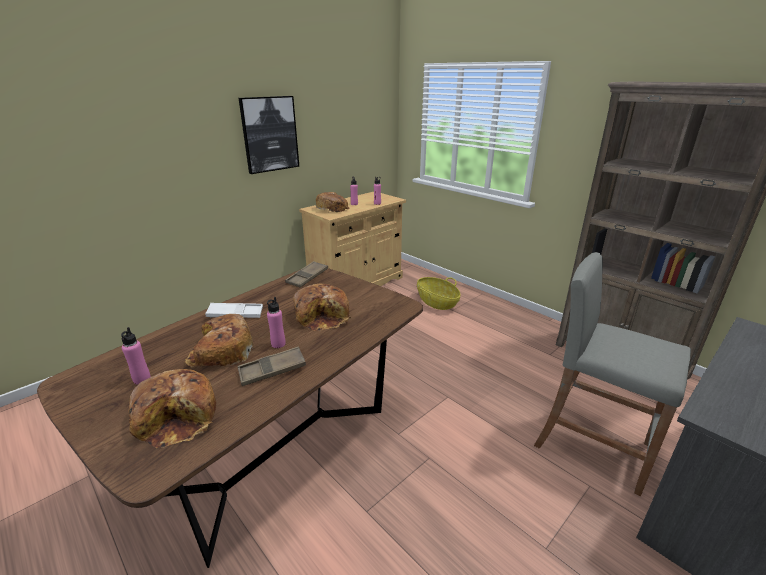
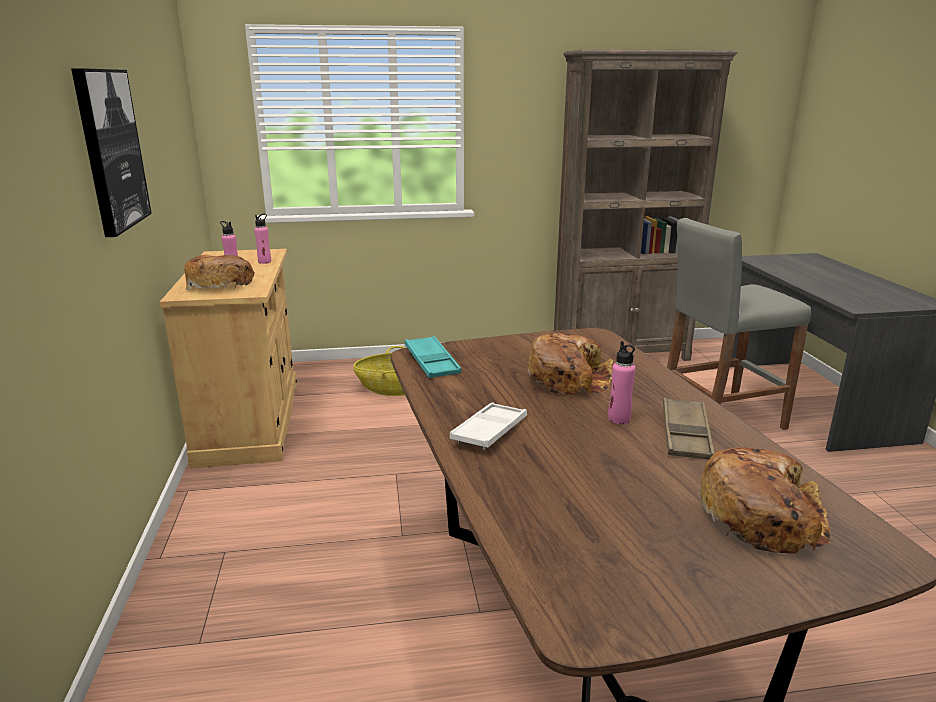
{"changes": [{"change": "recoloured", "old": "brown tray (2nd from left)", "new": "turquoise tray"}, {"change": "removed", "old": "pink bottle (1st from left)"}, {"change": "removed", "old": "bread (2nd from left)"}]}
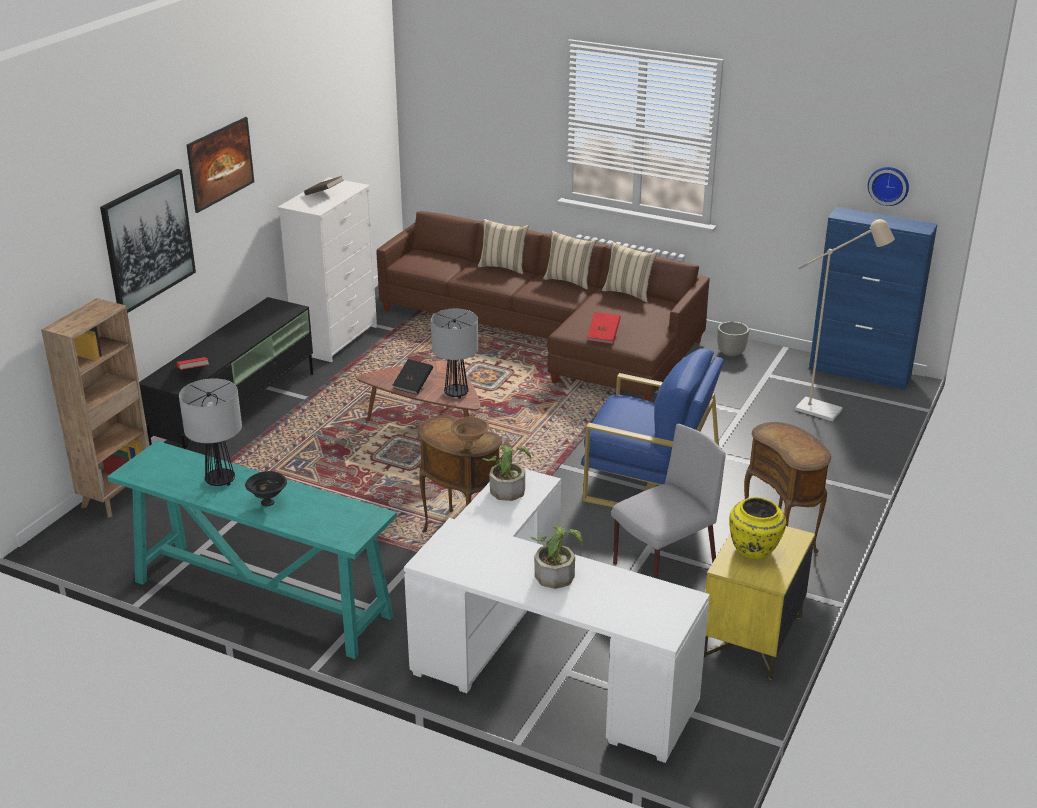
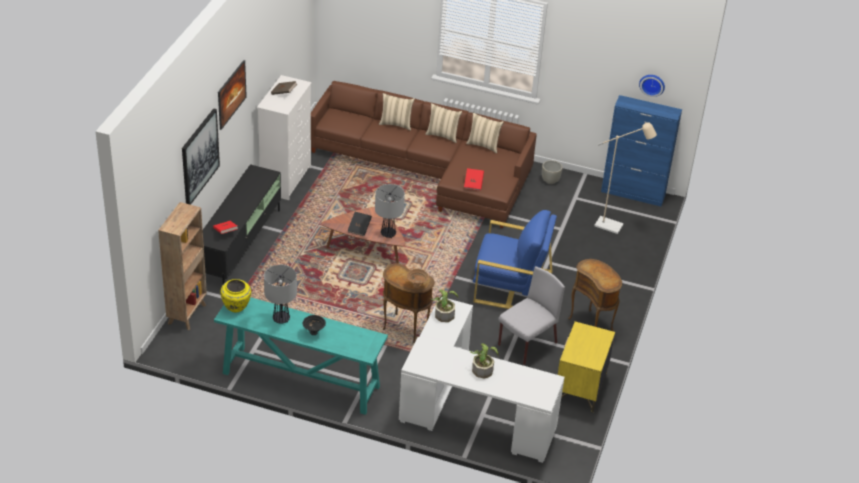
{"changes": [{"change": "moved", "old": "yellow vase"}]}
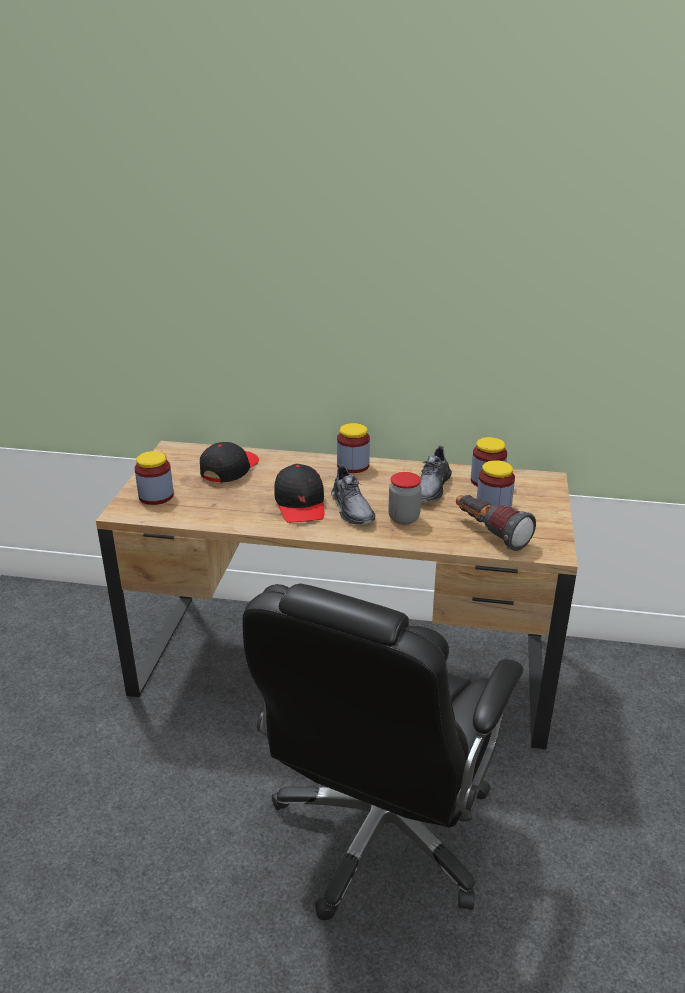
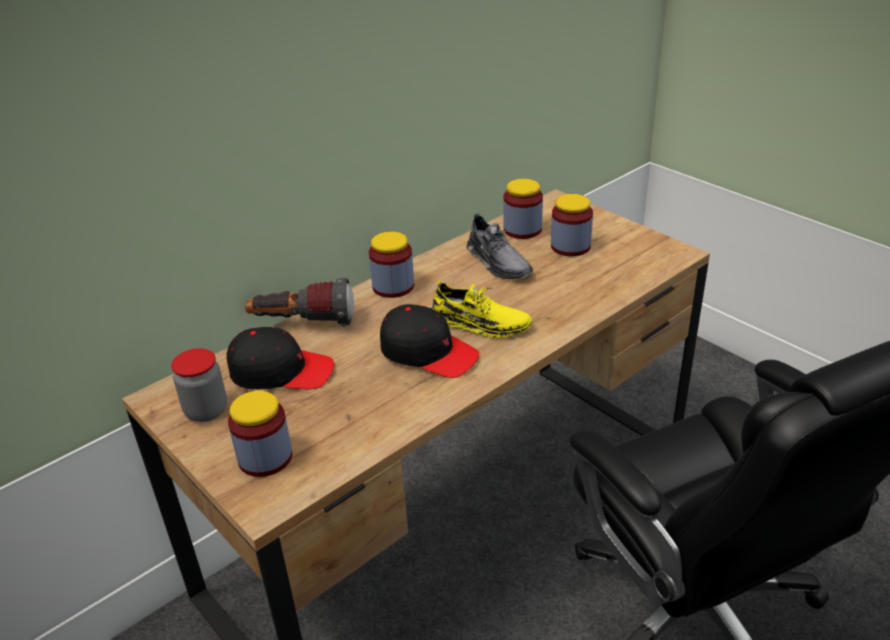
{"changes": [{"change": "moved", "old": "jar (3rd from left in the first image)", "new": "jar (1st from left)"}, {"change": "turned", "old": "black cap (1st from left)", "degrees": 120}, {"change": "moved", "old": "flashlight"}, {"change": "recoloured", "old": "grey shoe (1st from left)", "new": "yellow shoe"}]}
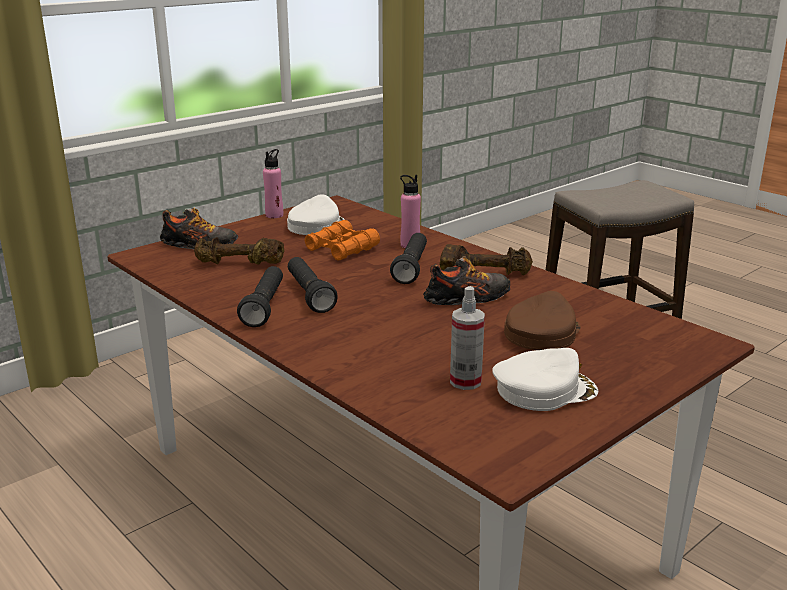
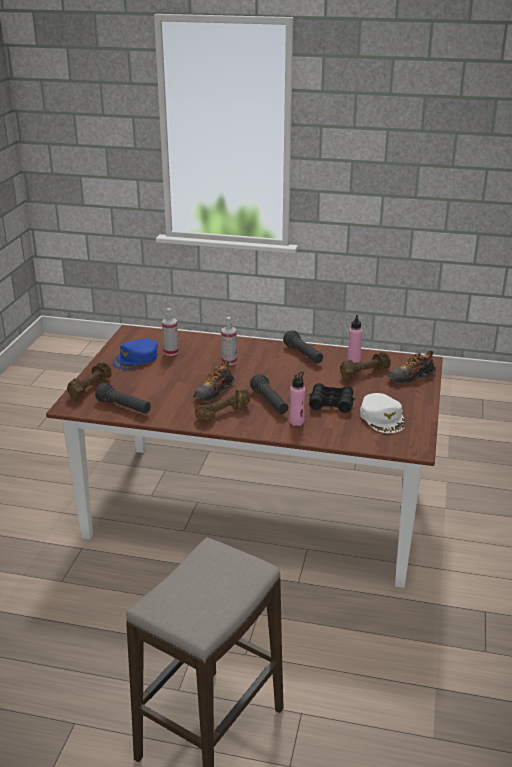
{"changes": [{"change": "added", "new": "brown dumbbell (1st from left)"}, {"change": "moved", "old": "black flashlight (2nd from left in the first image)", "new": "black flashlight (1st from left)"}, {"change": "recoloured", "old": "white cap (2nd from left)", "new": "blue cap"}, {"change": "added", "new": "spray bottle (2nd from left)"}, {"change": "recoloured", "old": "orange binoculars", "new": "black binoculars"}, {"change": "moved", "old": "pink bottle (1st from left in the first image)", "new": "pink bottle (2nd from left)"}, {"change": "removed", "old": "brown cap"}]}
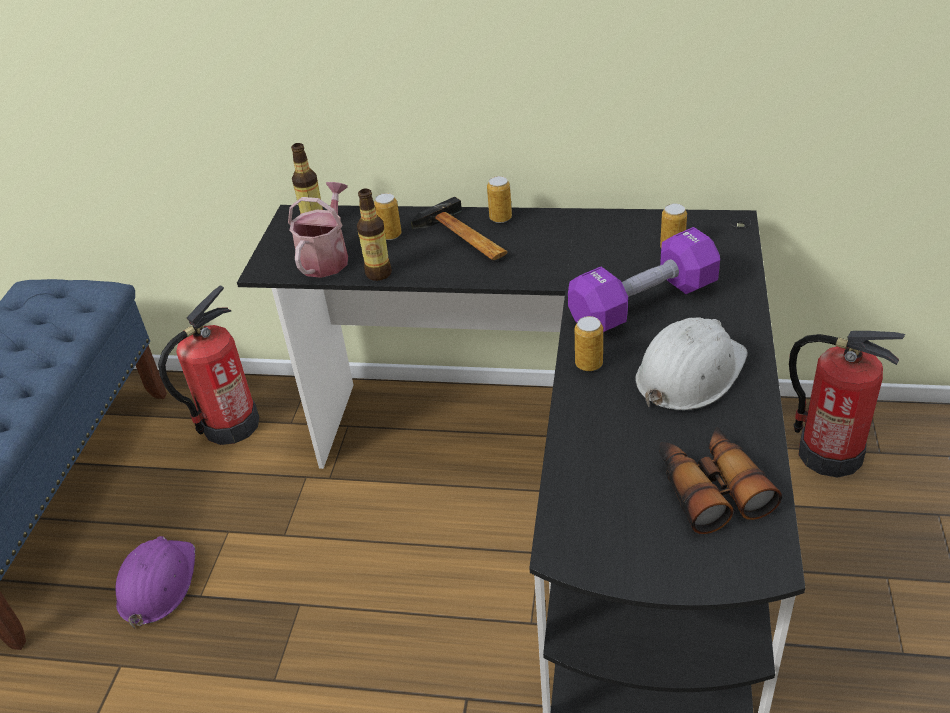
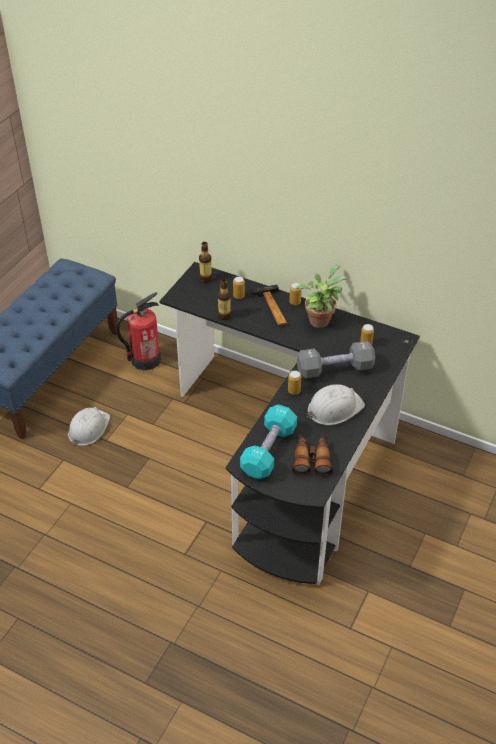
{"changes": [{"change": "recoloured", "old": "purple hard hat", "new": "white hard hat (1st from left)"}, {"change": "added", "new": "turquoise dumbbell"}, {"change": "added", "new": "potted plant"}, {"change": "recoloured", "old": "purple dumbbell", "new": "grey dumbbell"}, {"change": "removed", "old": "watering can"}, {"change": "removed", "old": "fire extinguisher (2nd from left)"}]}
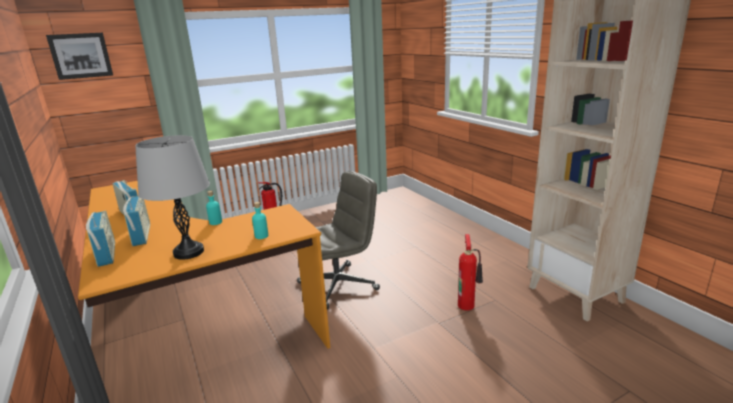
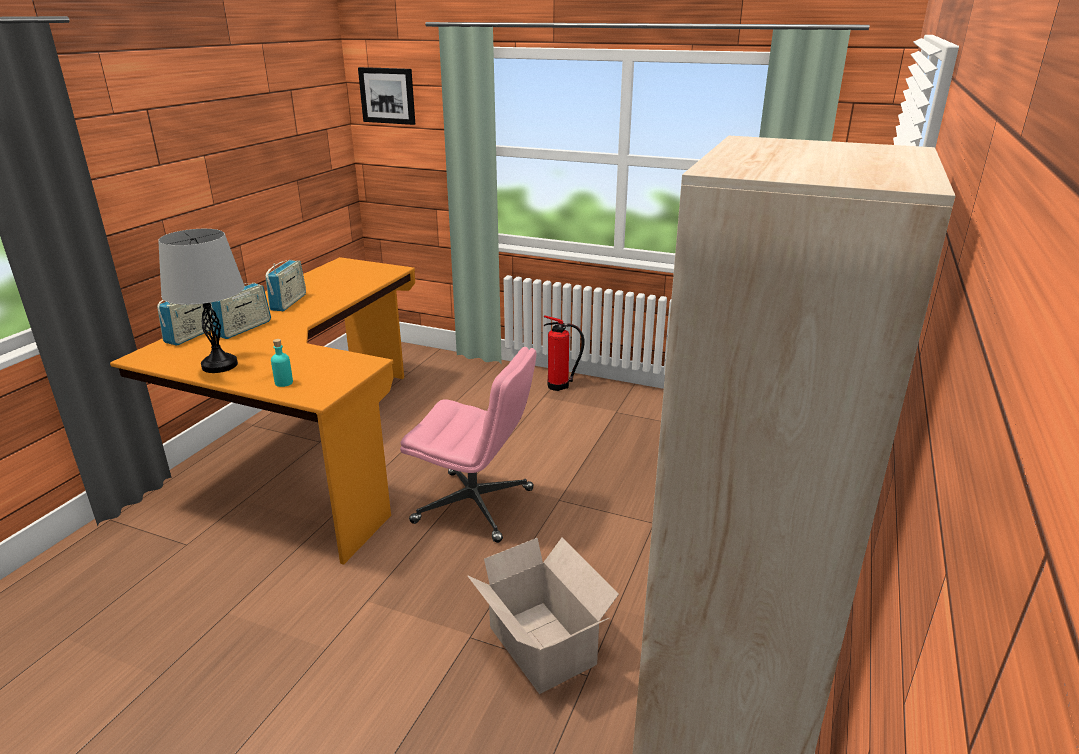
{"changes": [{"change": "recoloured", "old": "grey office chair", "new": "pink office chair"}, {"change": "replaced", "old": "fire extinguisher (2nd from left)", "new": "cardboard box"}, {"change": "removed", "old": "turquoise bottle (1st from left)"}]}
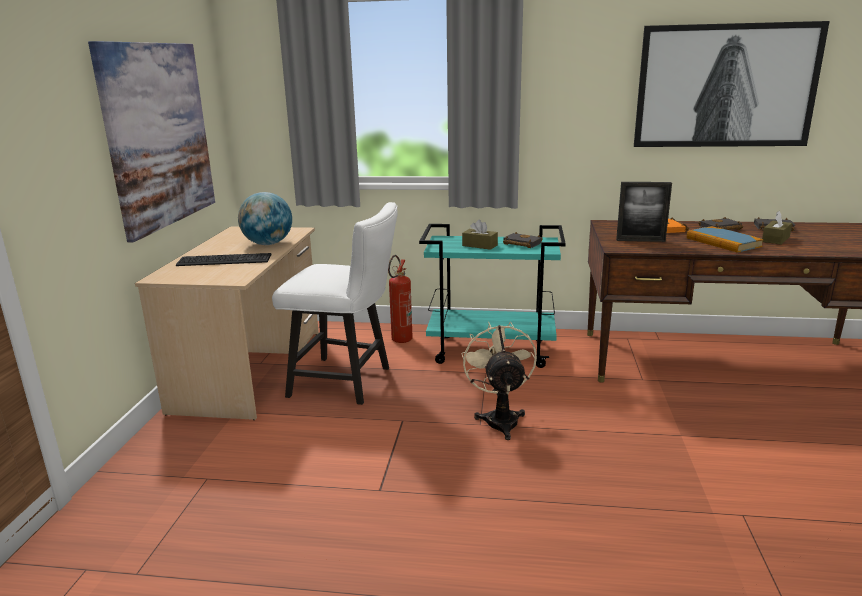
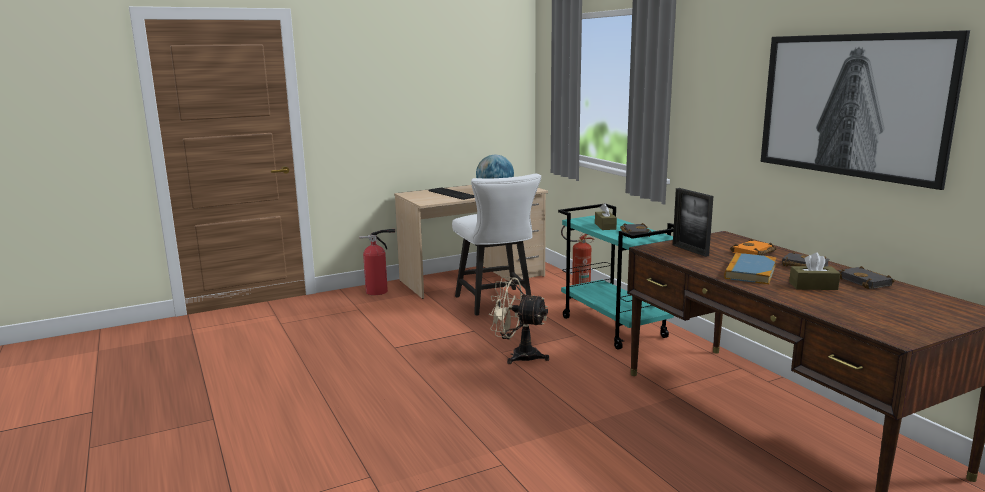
{"changes": [{"change": "added", "new": "fire extinguisher (1st from left)"}, {"change": "turned", "old": "beige fan", "degrees": -120}, {"change": "removed", "old": "picture (1st from left)"}]}
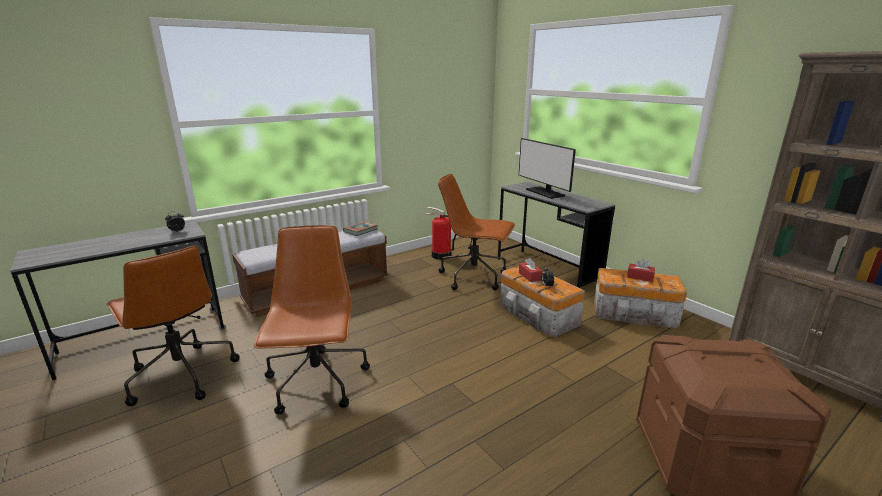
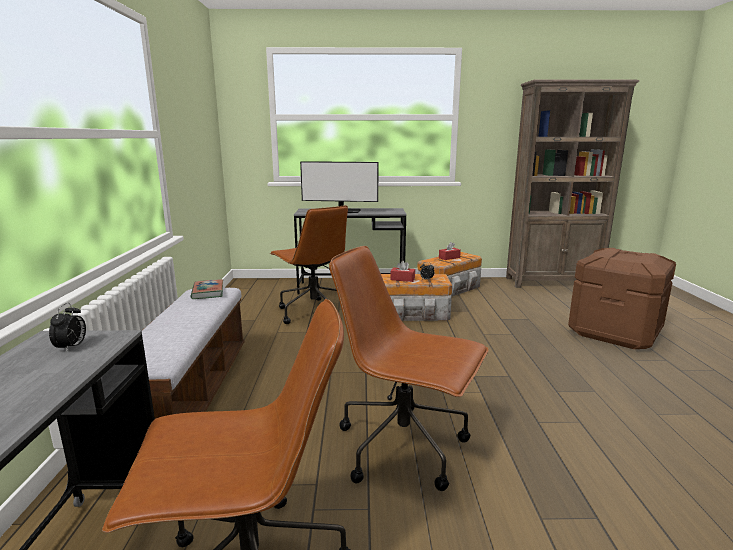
{"changes": [{"change": "turned", "old": "brown office chair (3rd from left in the first image)", "degrees": -90}, {"change": "removed", "old": "fire extinguisher"}]}
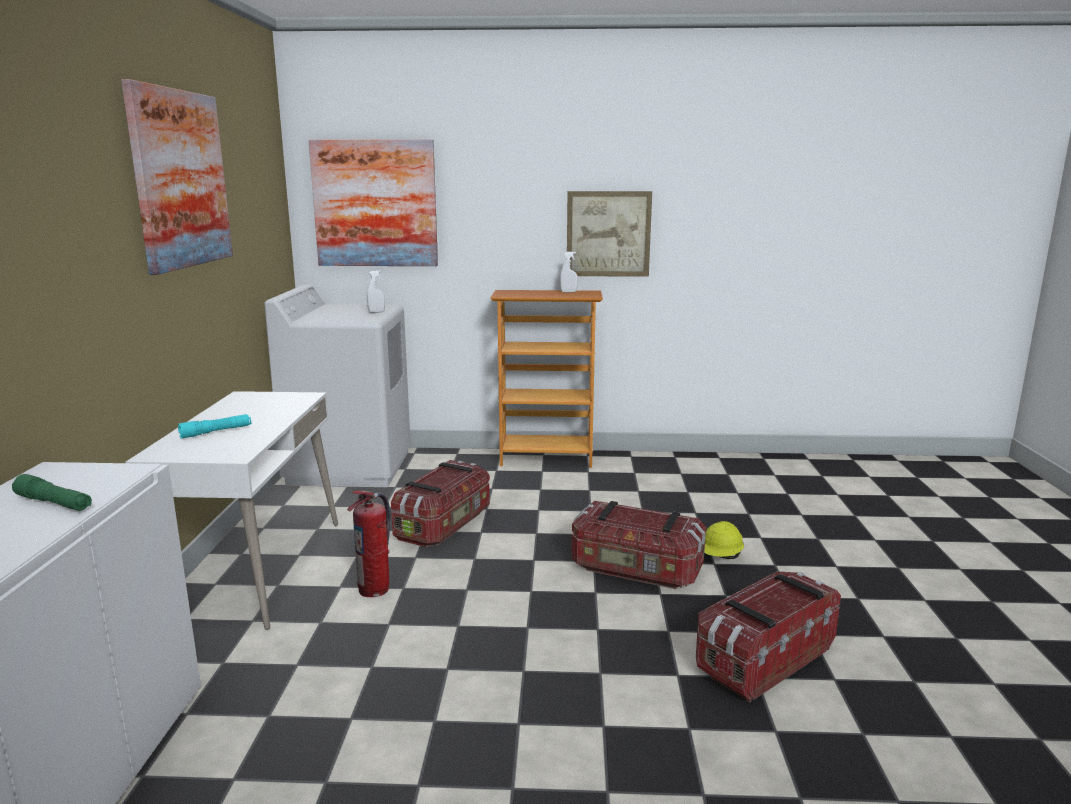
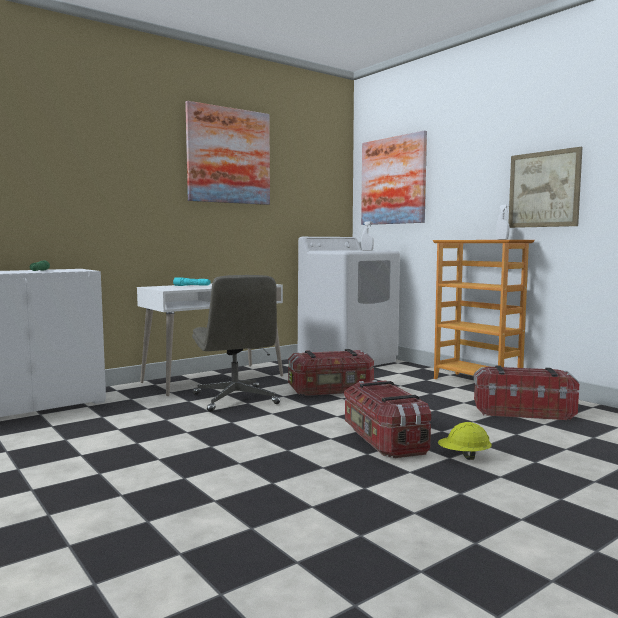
{"changes": [{"change": "replaced", "old": "fire extinguisher", "new": "grey office chair"}, {"change": "moved", "old": "storage box (3rd from left)"}]}
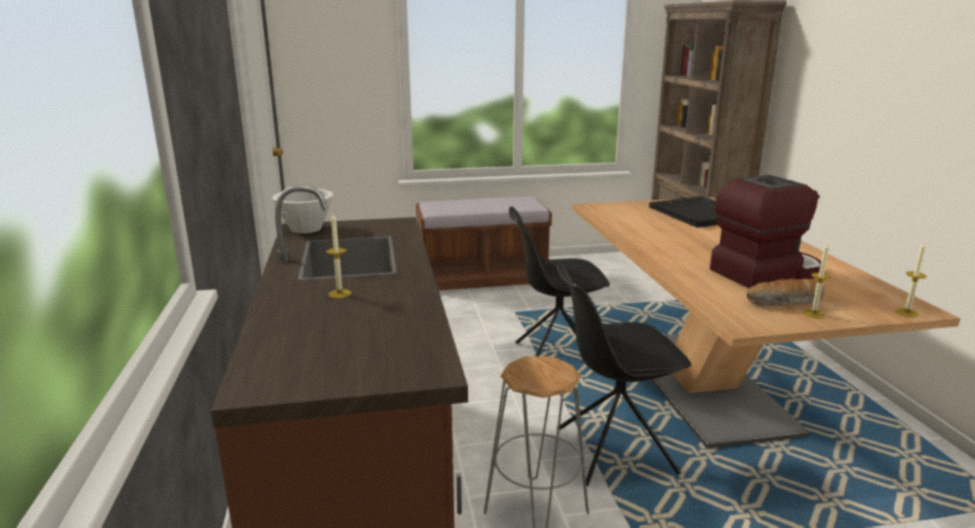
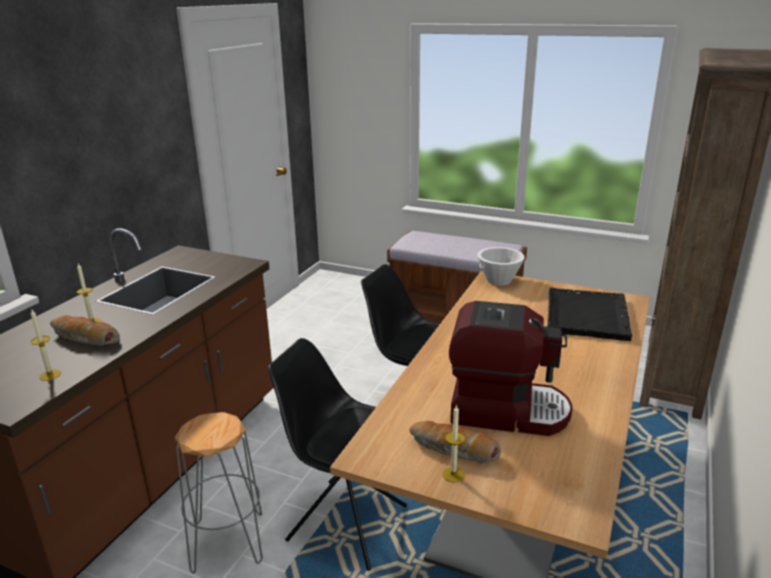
{"changes": [{"change": "moved", "old": "candle (3rd from left in the first image)", "new": "candle (1st from left)"}, {"change": "added", "new": "bread (1st from left)"}, {"change": "moved", "old": "white bowl"}]}
